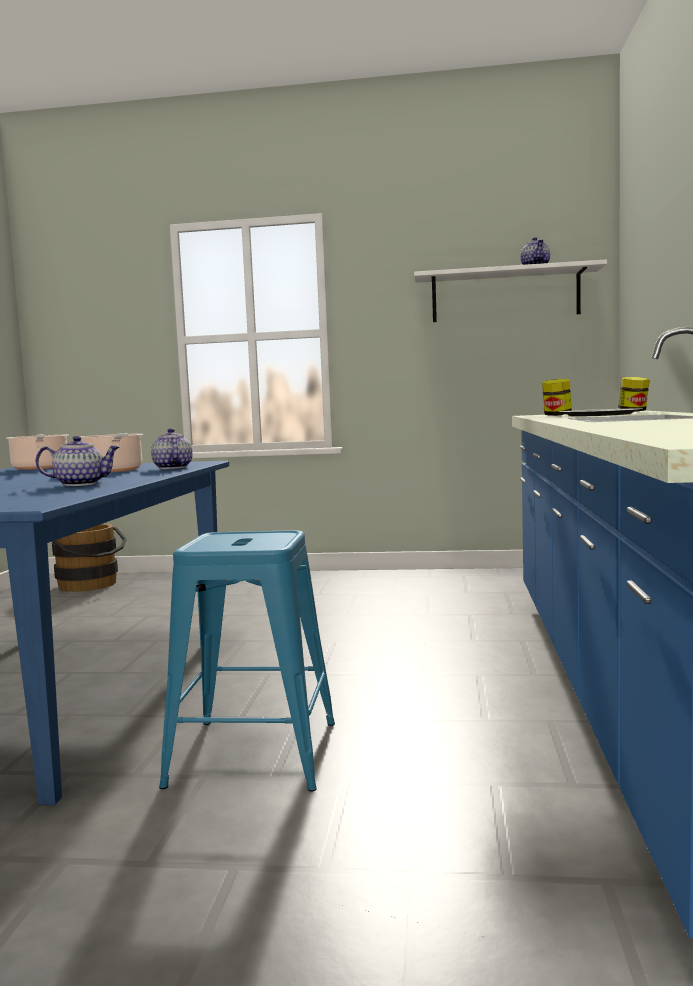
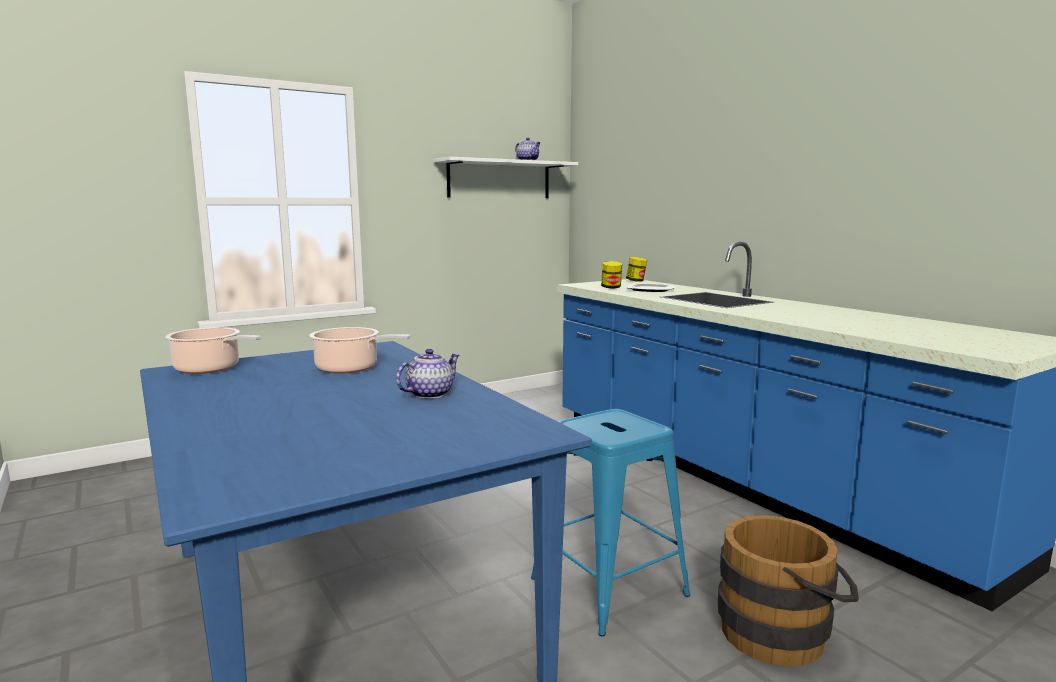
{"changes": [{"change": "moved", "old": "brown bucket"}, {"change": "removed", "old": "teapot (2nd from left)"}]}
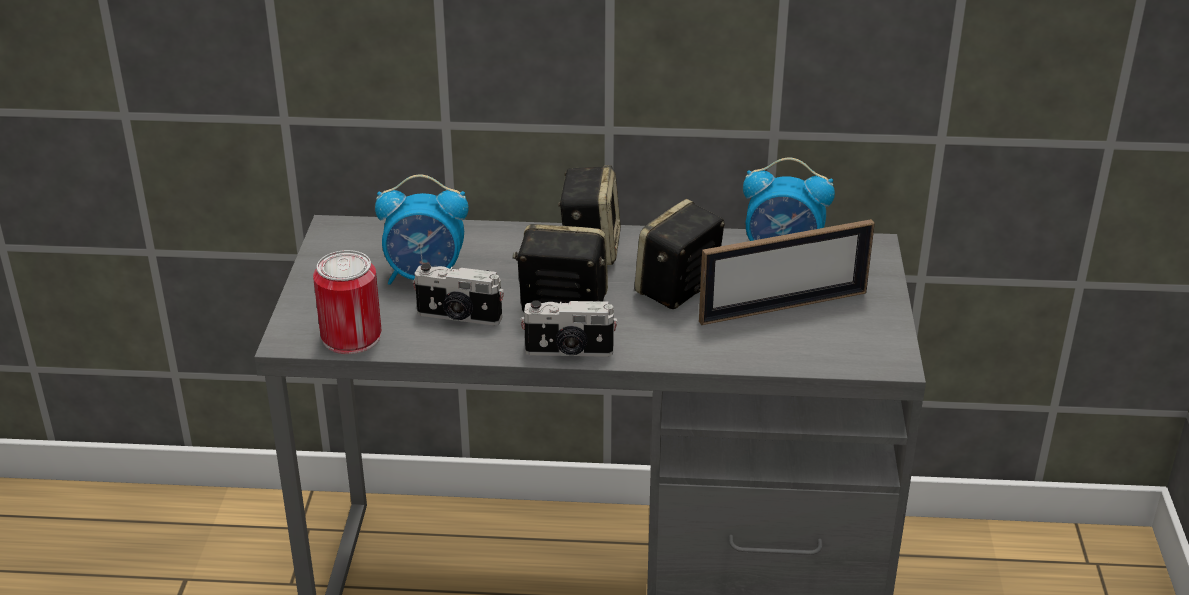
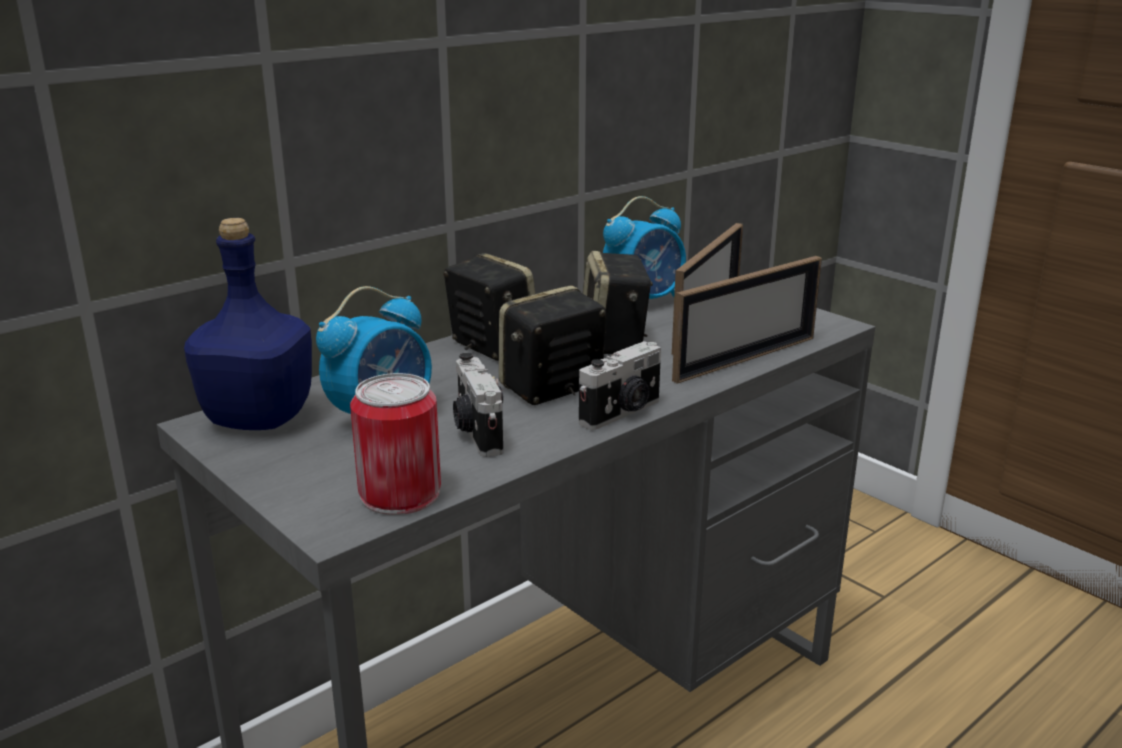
{"changes": [{"change": "added", "new": "blue bottle"}, {"change": "turned", "old": "photo camera (1st from left)", "degrees": 105}, {"change": "added", "new": "picture frame (2nd from left)"}]}
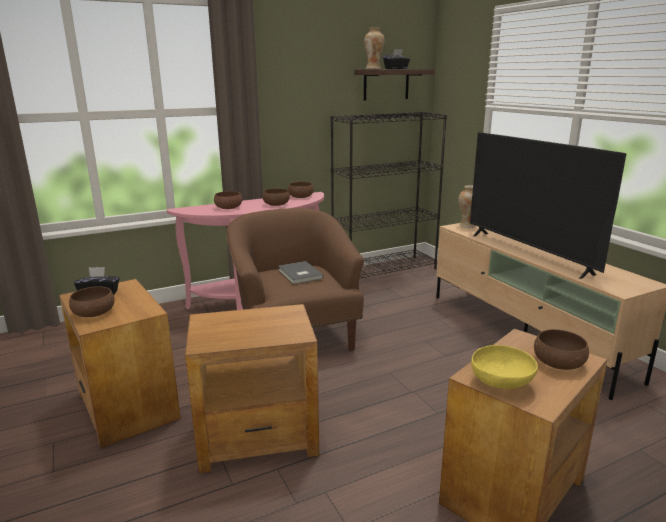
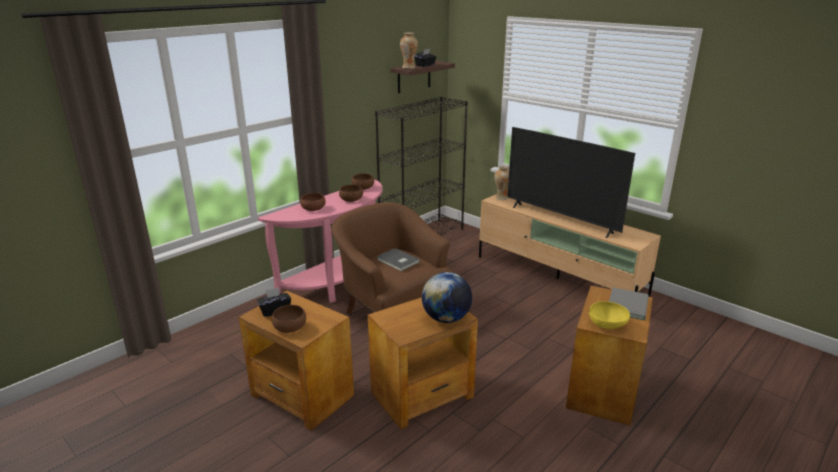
{"changes": [{"change": "added", "new": "globe"}, {"change": "replaced", "old": "brown bowl (5th from left)", "new": "grey book (2nd from left)"}]}
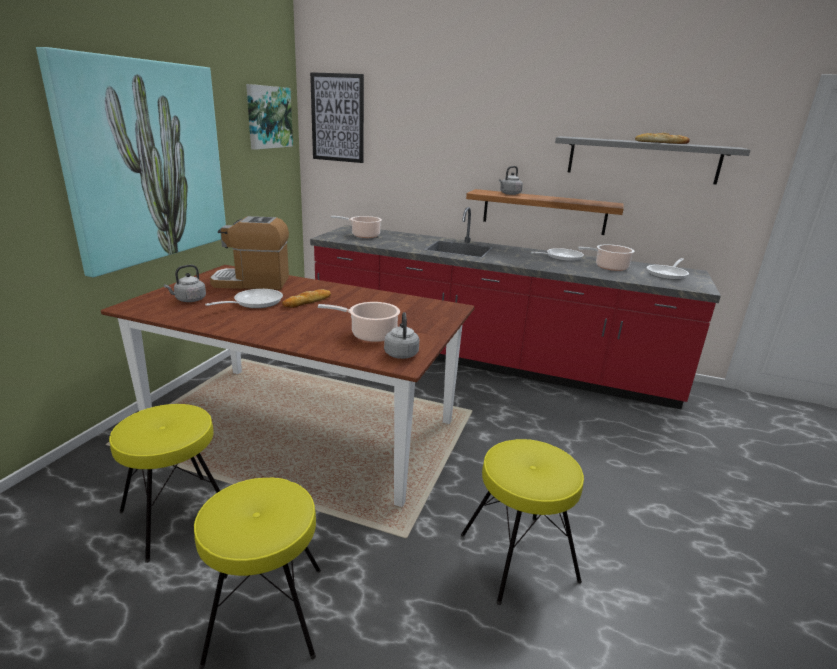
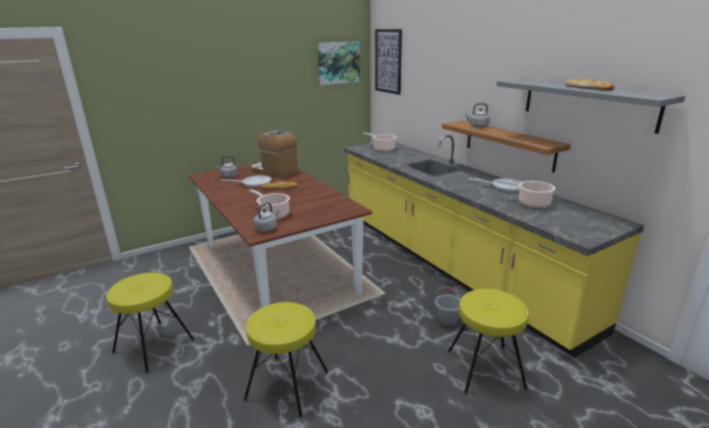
{"changes": [{"change": "recoloured", "old": "red counter", "new": "yellow counter"}, {"change": "added", "new": "grey bucket"}, {"change": "moved", "old": "yellow stool (1st from left in the first image)", "new": "yellow stool (3rd from left)"}, {"change": "removed", "old": "picture (1st from left)"}, {"change": "removed", "old": "frying pan (3rd from left)"}]}
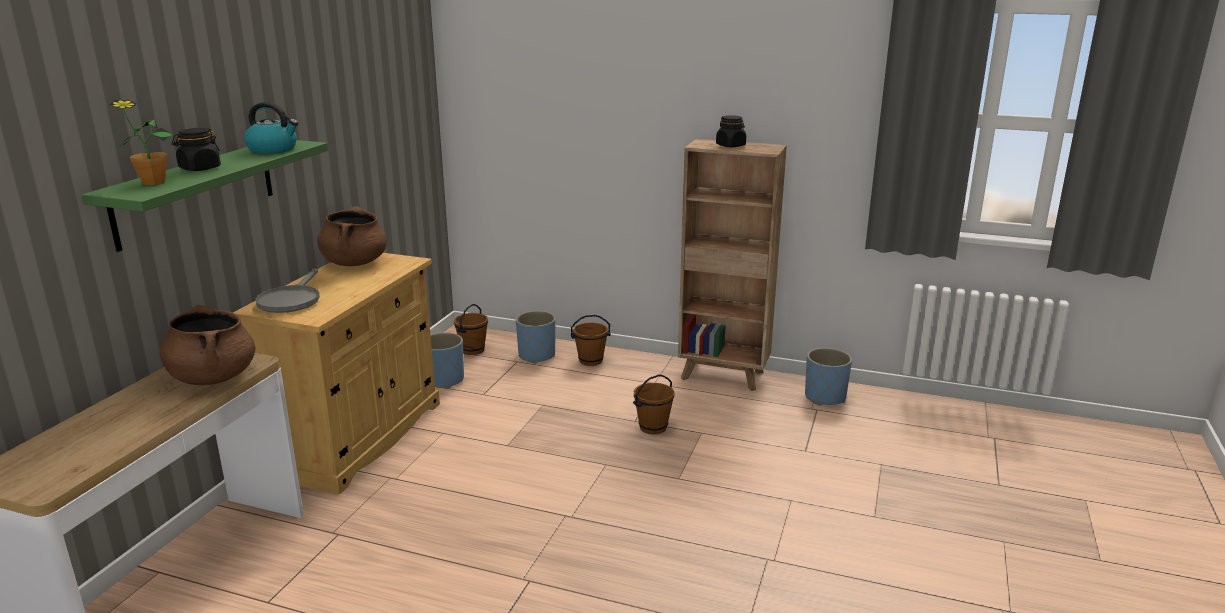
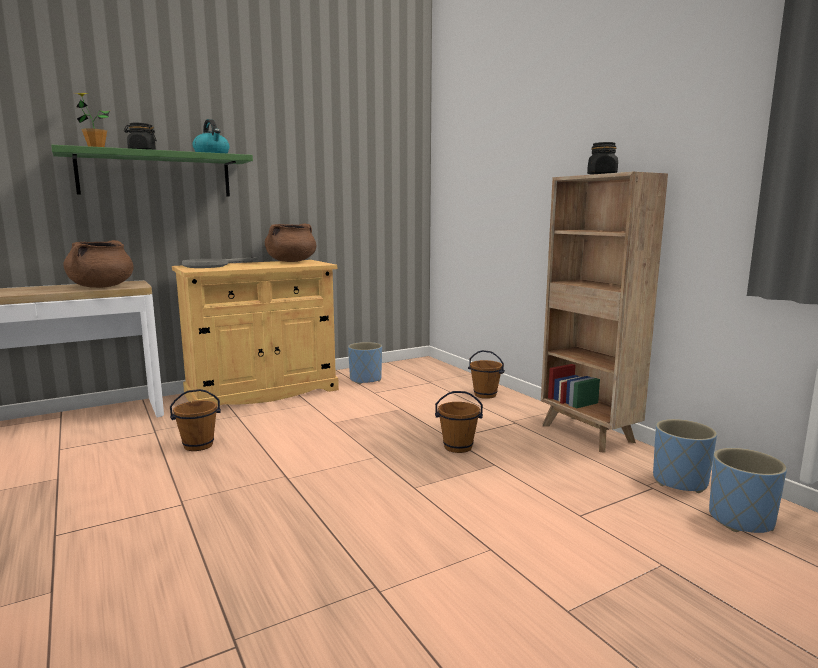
{"changes": [{"change": "moved", "old": "brown bucket (1st from left)"}, {"change": "moved", "old": "blue planter (2nd from left in the first image)", "new": "blue planter (3rd from left)"}]}
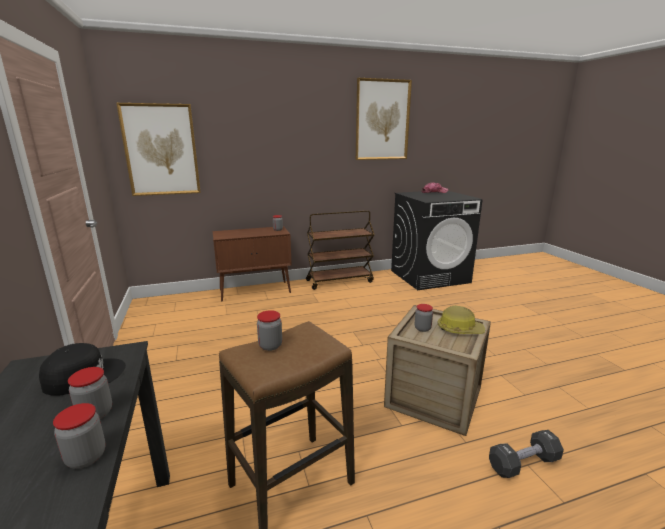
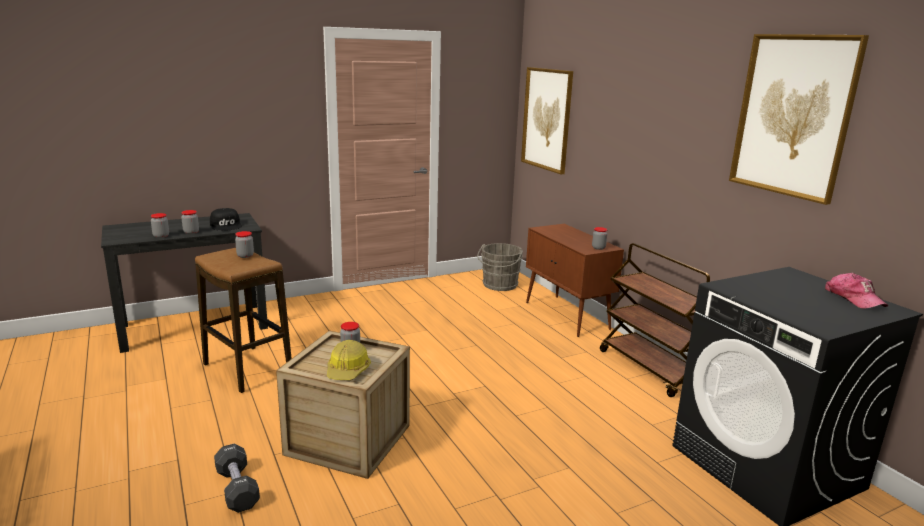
{"changes": [{"change": "added", "new": "grey bucket"}]}
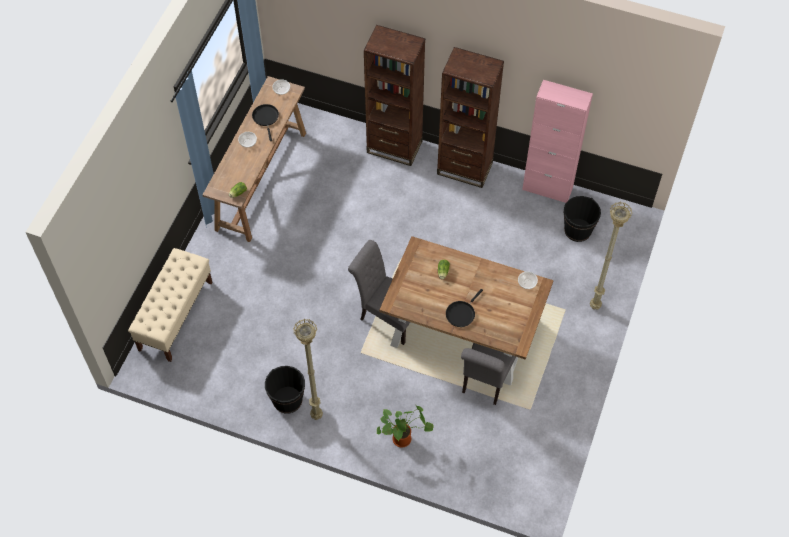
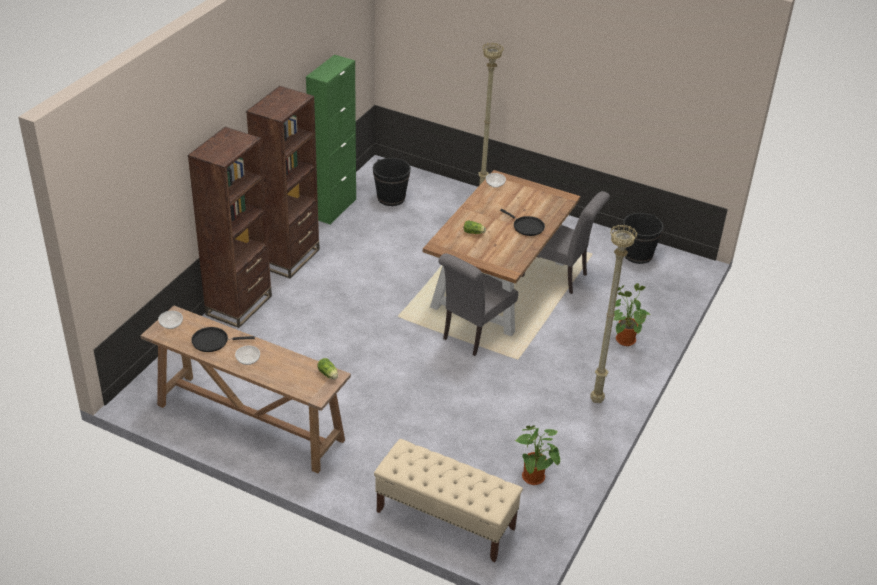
{"changes": [{"change": "recoloured", "old": "pink cabinet", "new": "green cabinet"}, {"change": "added", "new": "potted plant (1st from left)"}, {"change": "moved", "old": "black bucket (1st from left in the first image)", "new": "black bucket (2nd from left)"}]}
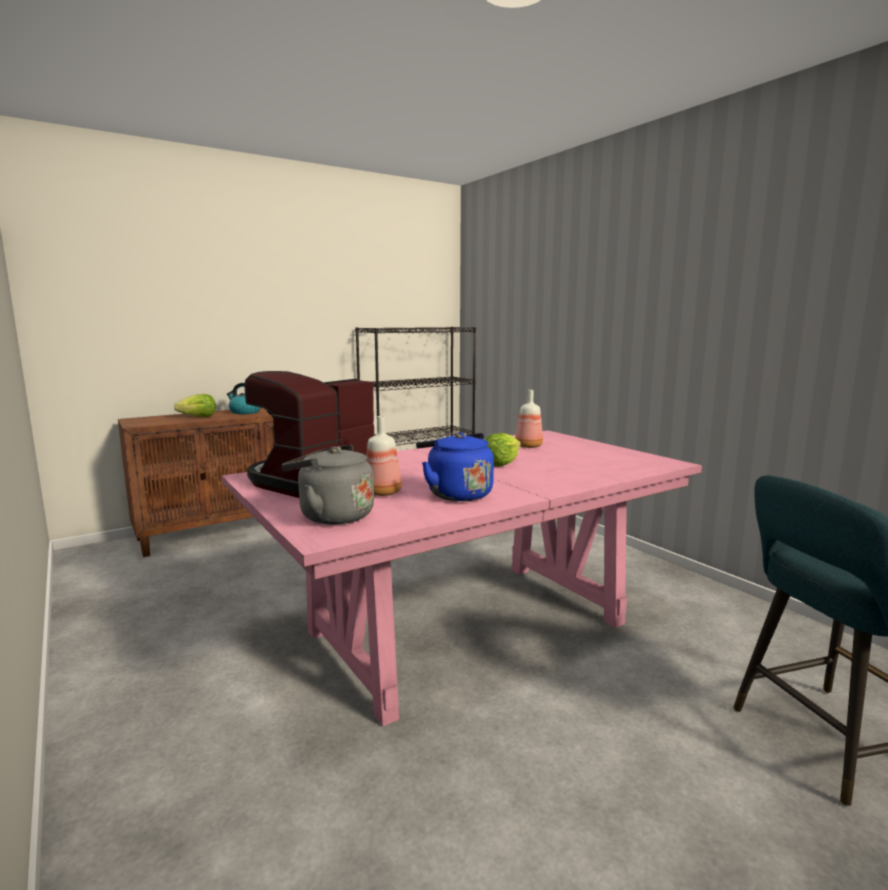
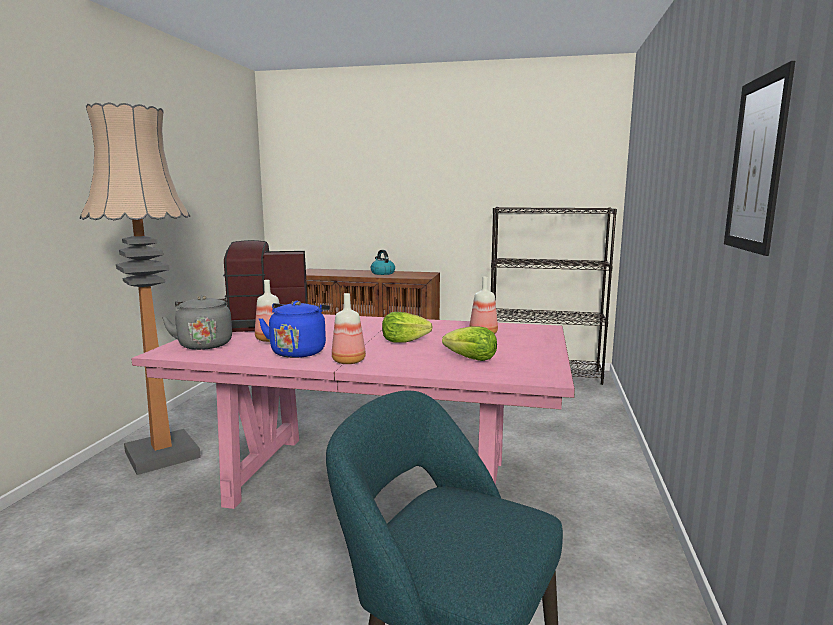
{"changes": [{"change": "added", "new": "floor lamp"}, {"change": "added", "new": "bottle (2nd from left)"}, {"change": "moved", "old": "lettuce (1st from left in the first image)", "new": "lettuce (2nd from left)"}, {"change": "added", "new": "picture"}]}
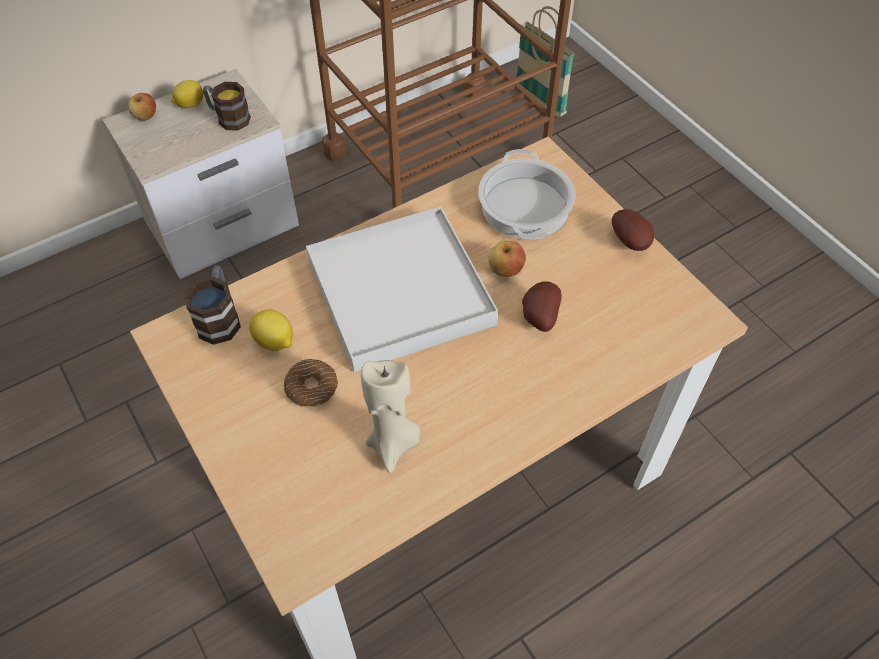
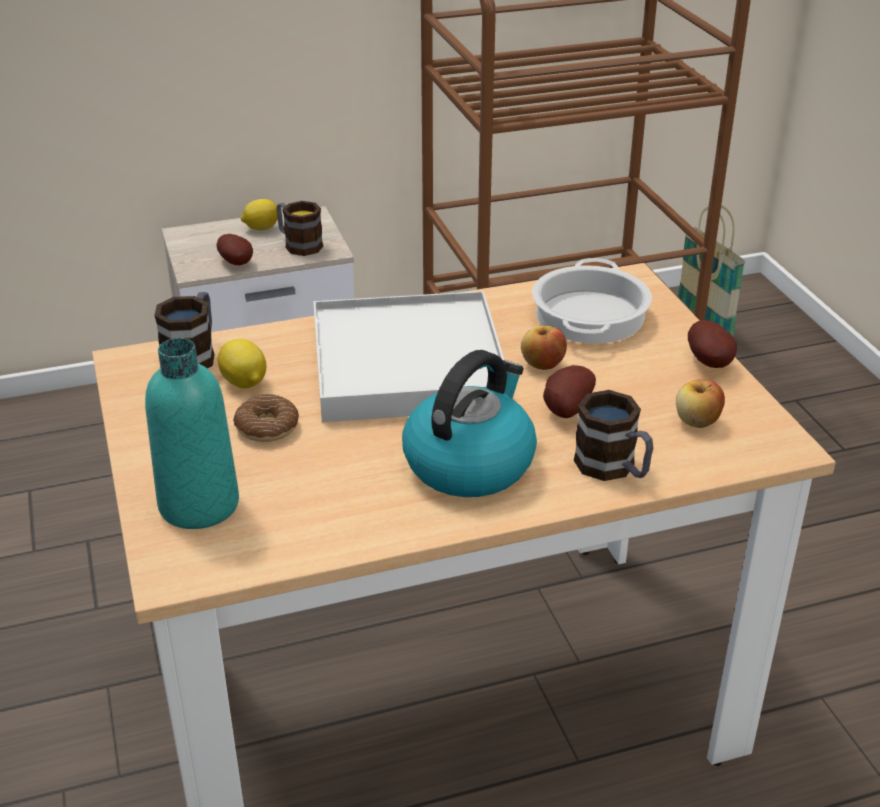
{"changes": [{"change": "added", "new": "turquoise bottle"}, {"change": "added", "new": "potato (1st from left)"}, {"change": "added", "new": "kettle"}, {"change": "added", "new": "mug (3rd from left)"}, {"change": "moved", "old": "apple (1st from left in the first image)", "new": "apple (2nd from left)"}, {"change": "removed", "old": "beige candle"}]}
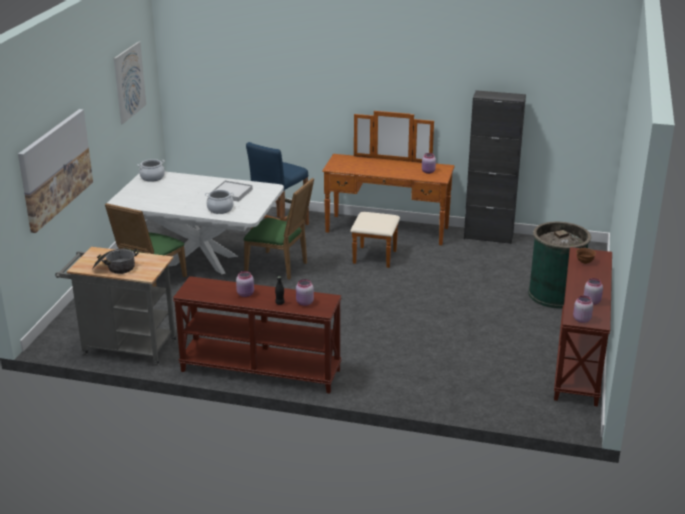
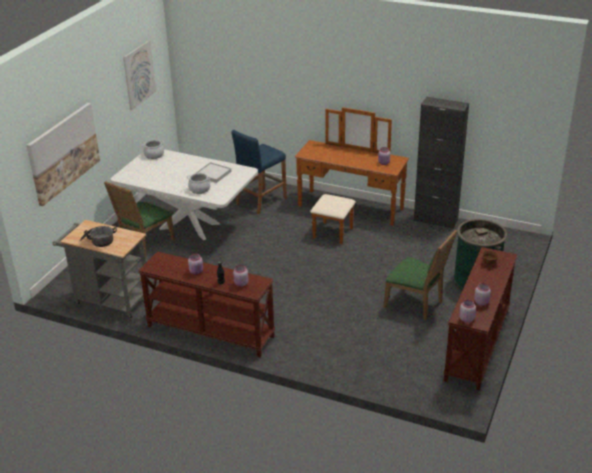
{"changes": [{"change": "moved", "old": "green chair (2nd from left)"}]}
